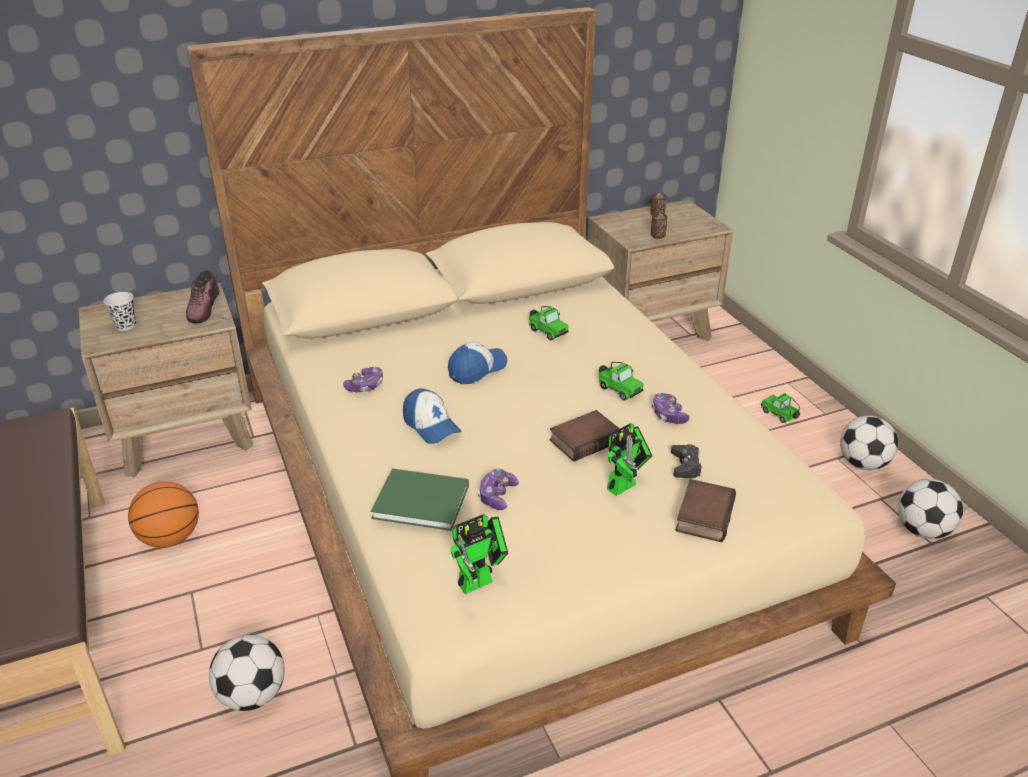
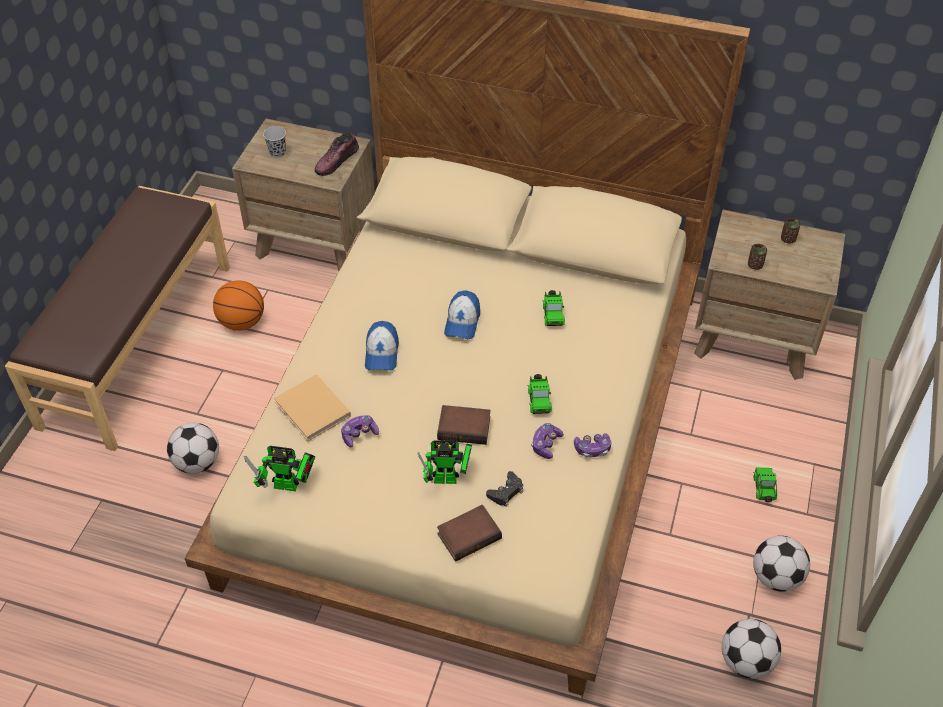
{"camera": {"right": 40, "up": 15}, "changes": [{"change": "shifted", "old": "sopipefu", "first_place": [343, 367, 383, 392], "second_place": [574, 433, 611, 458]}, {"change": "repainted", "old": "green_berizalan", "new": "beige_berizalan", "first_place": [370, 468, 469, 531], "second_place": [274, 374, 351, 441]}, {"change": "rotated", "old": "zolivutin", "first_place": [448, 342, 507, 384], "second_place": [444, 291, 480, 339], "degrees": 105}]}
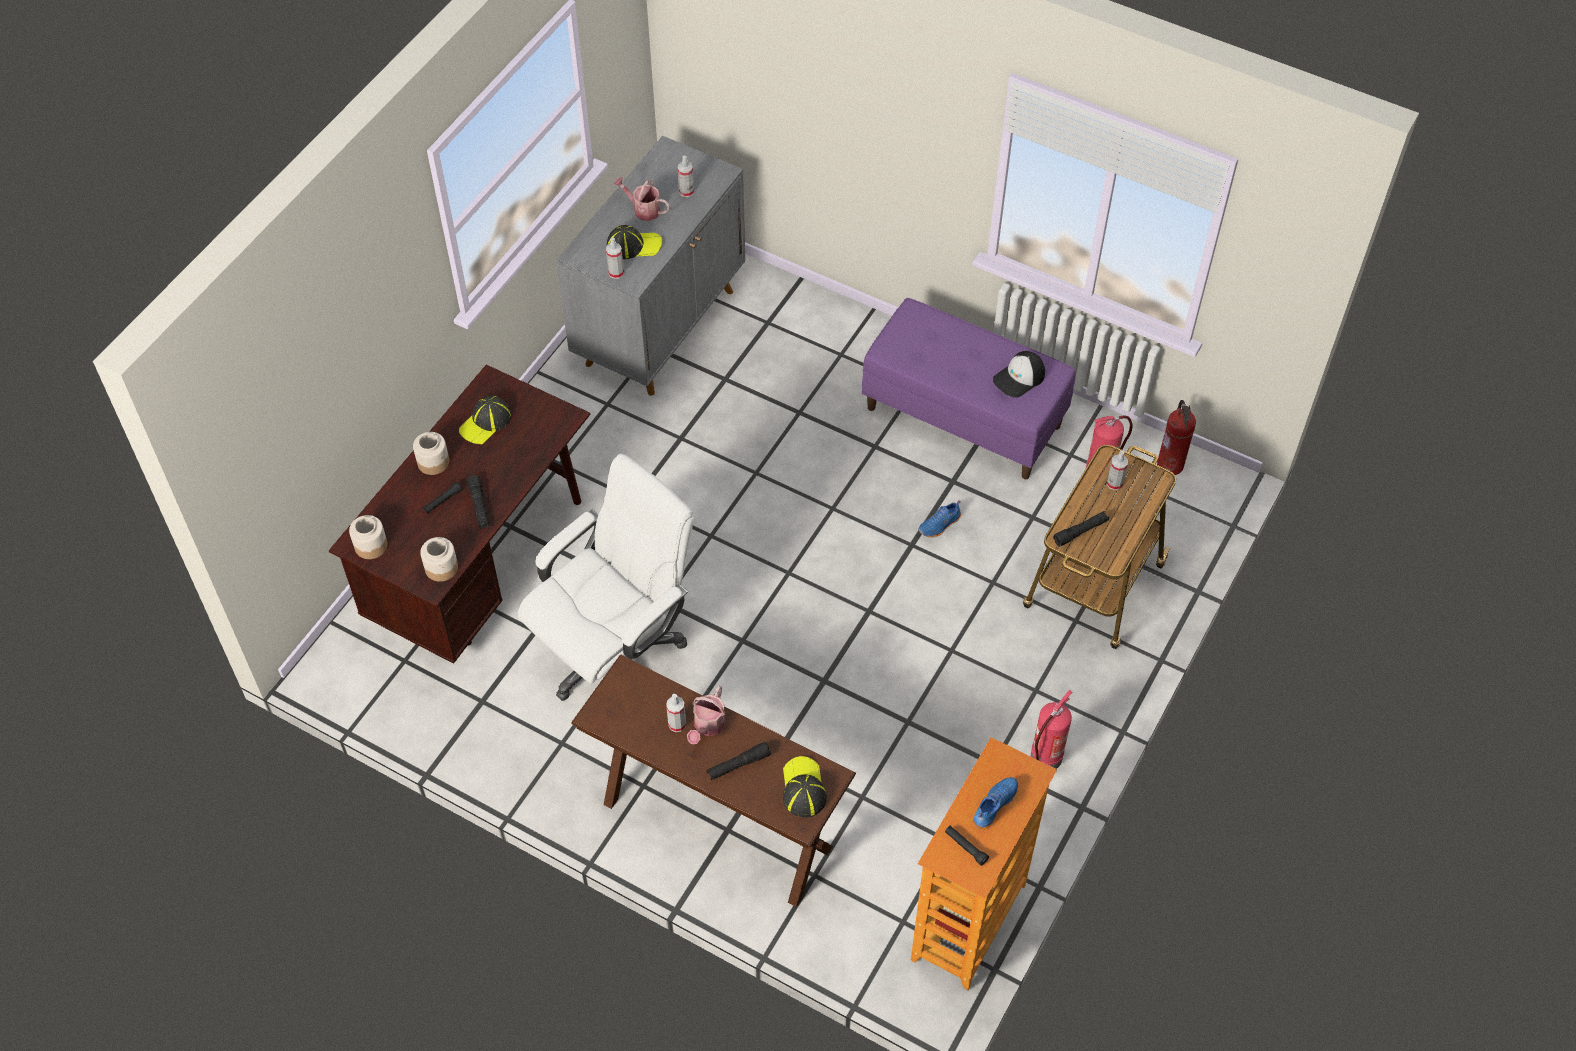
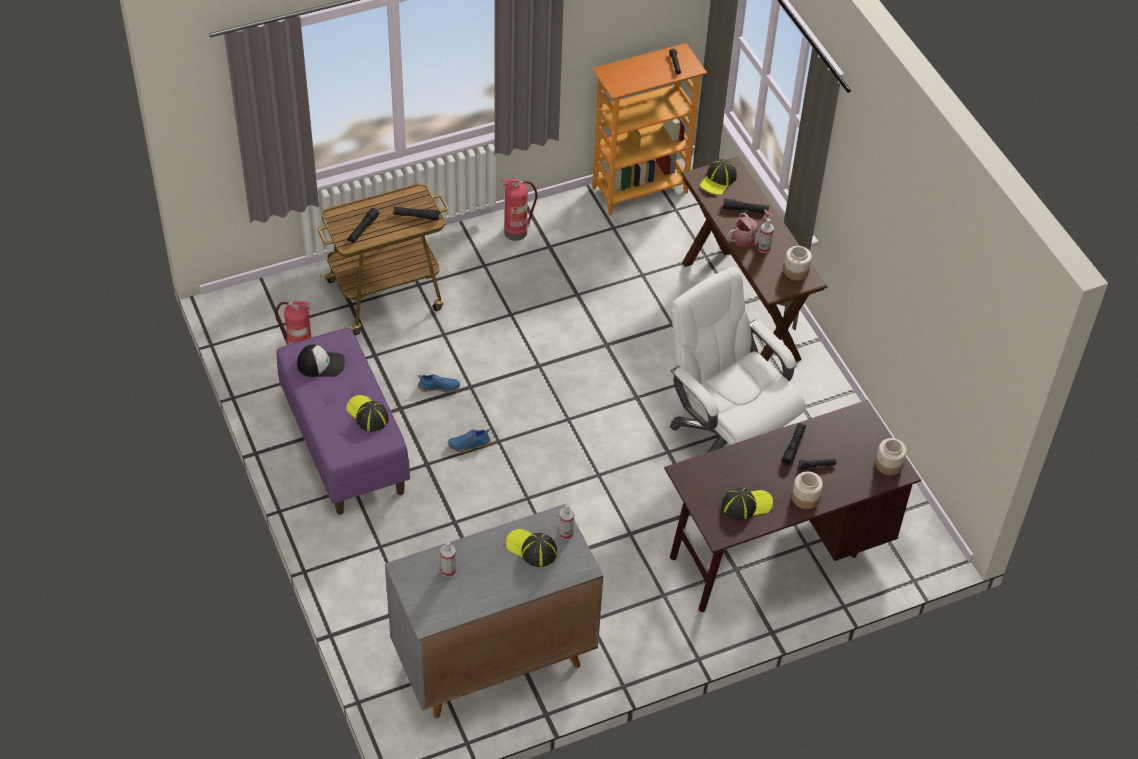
{"camera": {"right": -145, "up": -5}, "changes": [{"change": "shifted", "old": "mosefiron", "first_place": [420, 537, 458, 582], "second_place": [784, 246, 812, 280]}, {"change": "rotated", "old": "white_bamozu", "first_place": [518, 454, 694, 701], "second_place": [670, 267, 806, 453], "degrees": 60}, {"change": "gone", "old": "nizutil", "first_place": [613, 177, 670, 221]}, {"change": "shifted", "old": "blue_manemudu", "first_place": [973, 777, 1018, 830], "second_place": [448, 429, 491, 452]}, {"change": "swapped", "old": "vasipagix", "new": "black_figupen", "first_place": [1107, 451, 1128, 490], "second_place": [348, 208, 379, 243]}, {"change": "gone", "old": "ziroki", "first_place": [1157, 400, 1196, 475]}, {"change": "new", "new": "zolivutin", "second_place": [346, 395, 389, 431]}]}
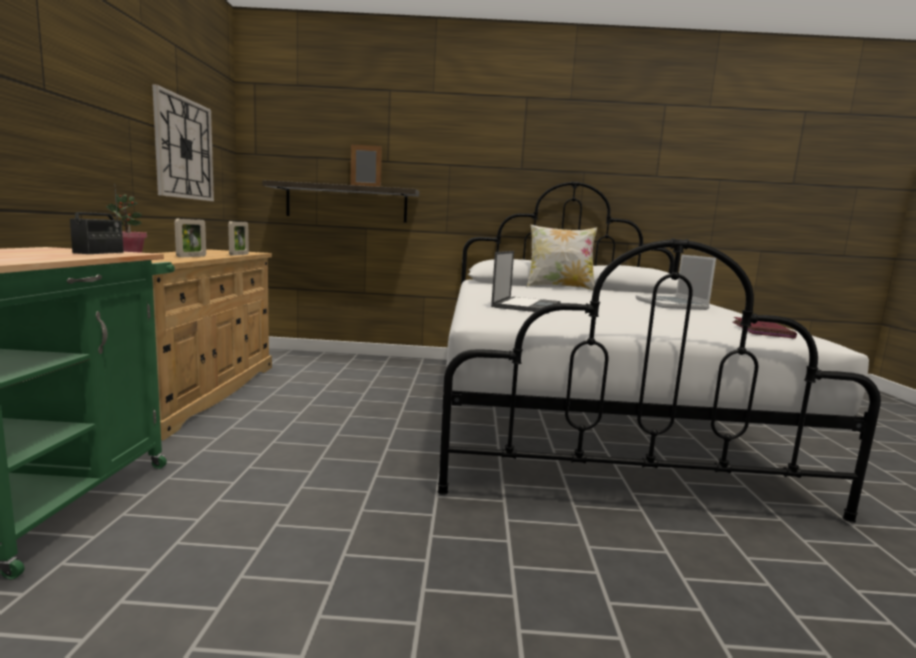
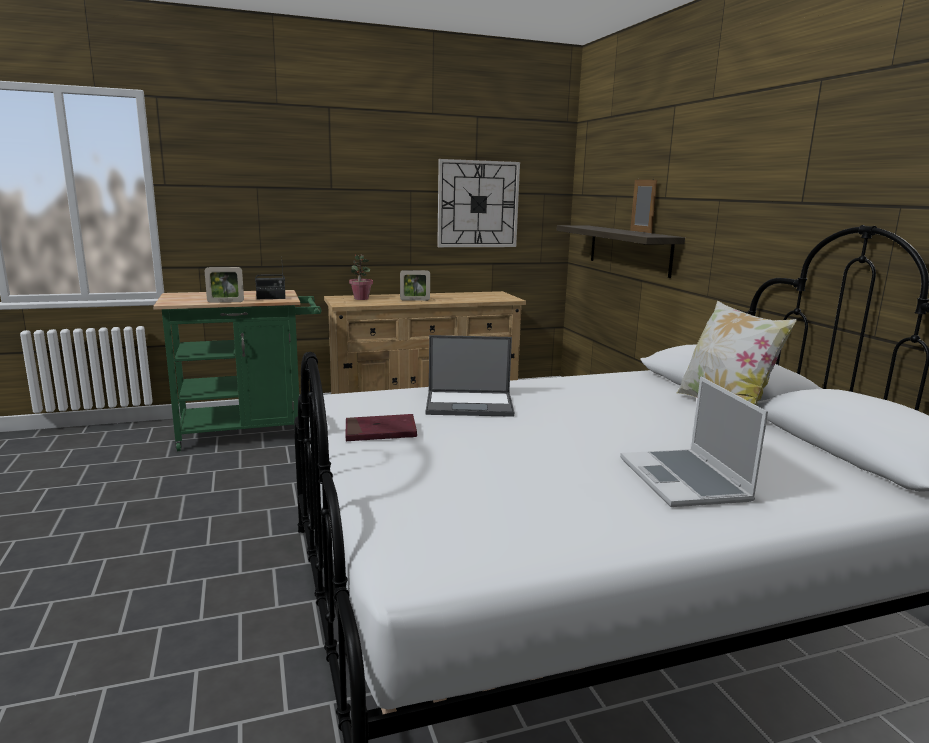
{"camera": {"right": 70, "up": 5}, "changes": [{"change": "shifted", "old": "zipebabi", "first_place": [228, 221, 249, 256], "second_place": [205, 267, 244, 303]}, {"change": "rotated", "old": "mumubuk", "first_place": [636, 254, 716, 310], "second_place": [620, 376, 768, 507], "degrees": -75}, {"change": "shifted", "old": "red_berizalan", "first_place": [733, 317, 797, 339], "second_place": [345, 414, 417, 441]}]}
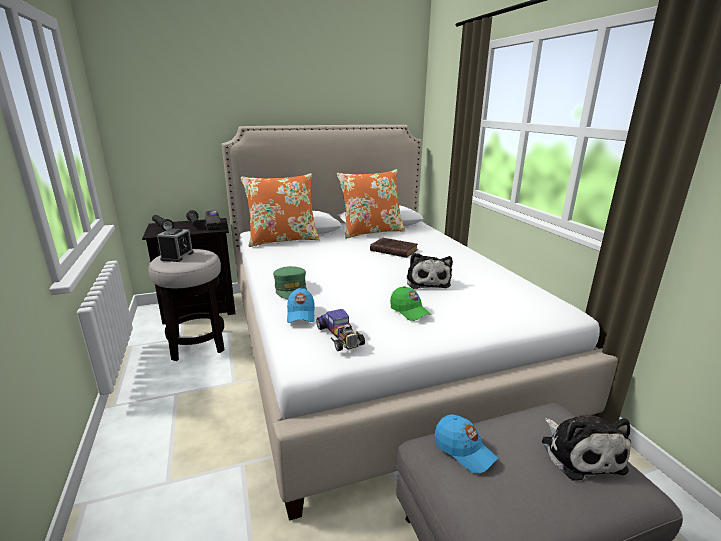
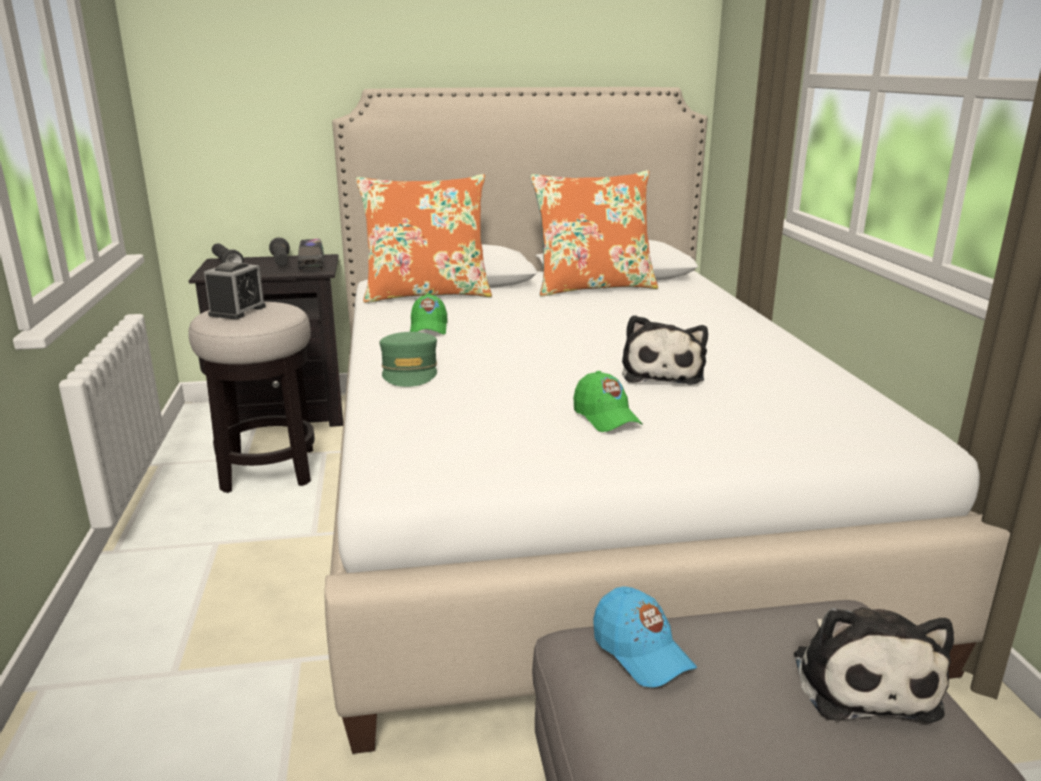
{"camera": {"right": 10, "up": 0}, "changes": [{"change": "gone", "old": "blue_zolivutin", "first_place": [287, 288, 315, 323]}, {"change": "gone", "old": "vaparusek", "first_place": [316, 309, 365, 351]}, {"change": "gone", "old": "brown_berizalan", "first_place": [370, 238, 418, 258]}, {"change": "new", "new": "green_zolivutin", "second_place": [410, 293, 448, 335]}]}
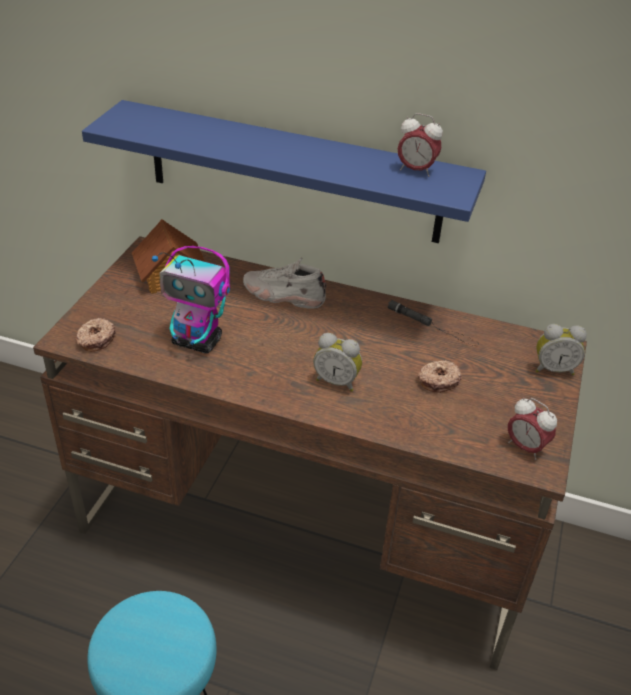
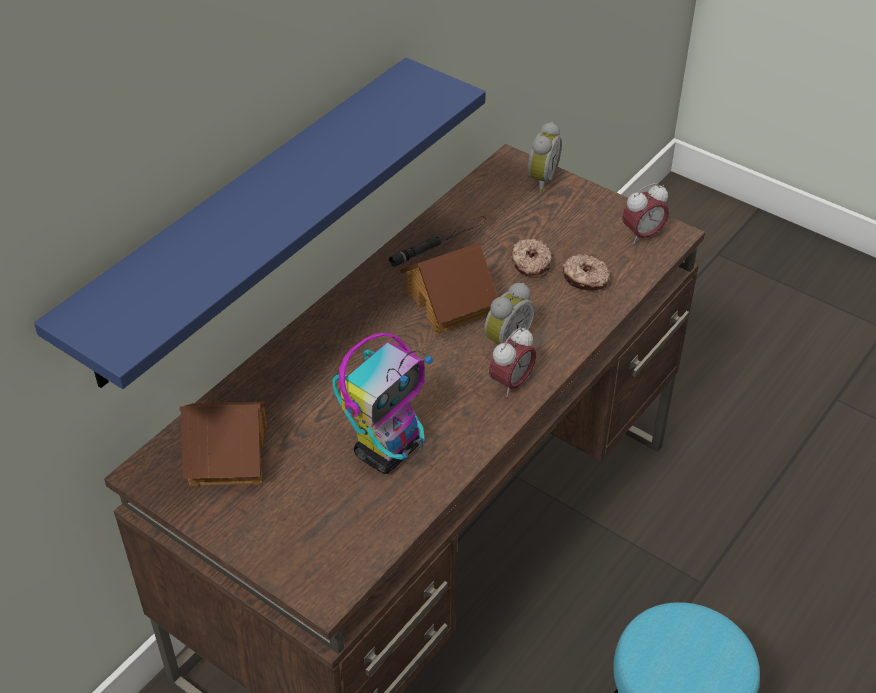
{"camera": {"right": -70, "up": 5}, "changes": [{"change": "shifted", "old": "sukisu", "first_place": [75, 318, 116, 352], "second_place": [561, 254, 611, 291]}, {"change": "gone", "old": "white_manemudu", "first_place": [243, 258, 326, 309]}, {"change": "shifted", "old": "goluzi", "first_place": [398, 113, 443, 177], "second_place": [489, 327, 536, 397]}, {"change": "new", "new": "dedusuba", "second_place": [400, 242, 498, 335]}]}
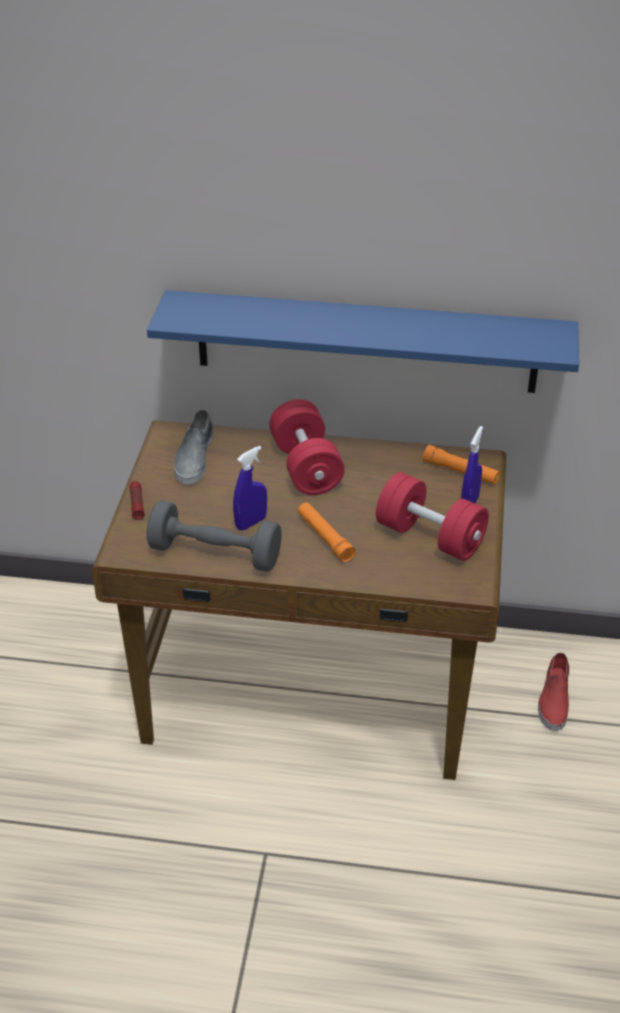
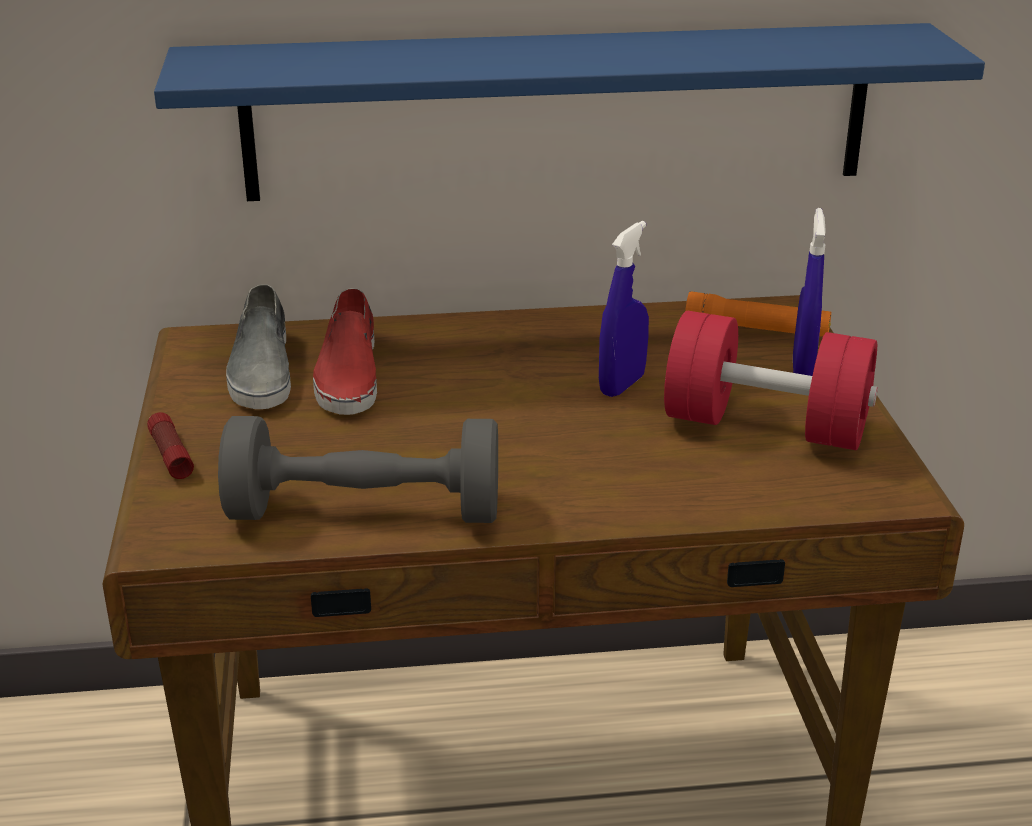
{"camera": {"right": -15, "up": -10}, "changes": [{"change": "shifted", "old": "blue_vasipagix", "first_place": [233, 446, 267, 530], "second_place": [599, 221, 649, 397]}, {"change": "gone", "old": "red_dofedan", "first_place": [269, 399, 345, 495]}, {"change": "gone", "old": "orange_figupen", "first_place": [298, 503, 356, 562]}, {"change": "shifted", "old": "red_manemudu", "first_place": [538, 652, 569, 731], "second_place": [313, 288, 377, 415]}]}
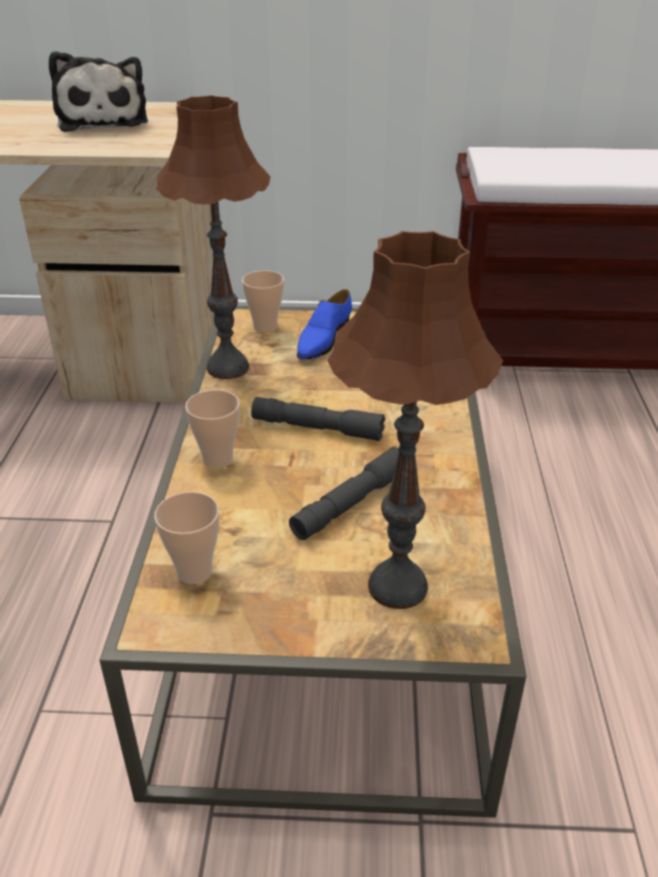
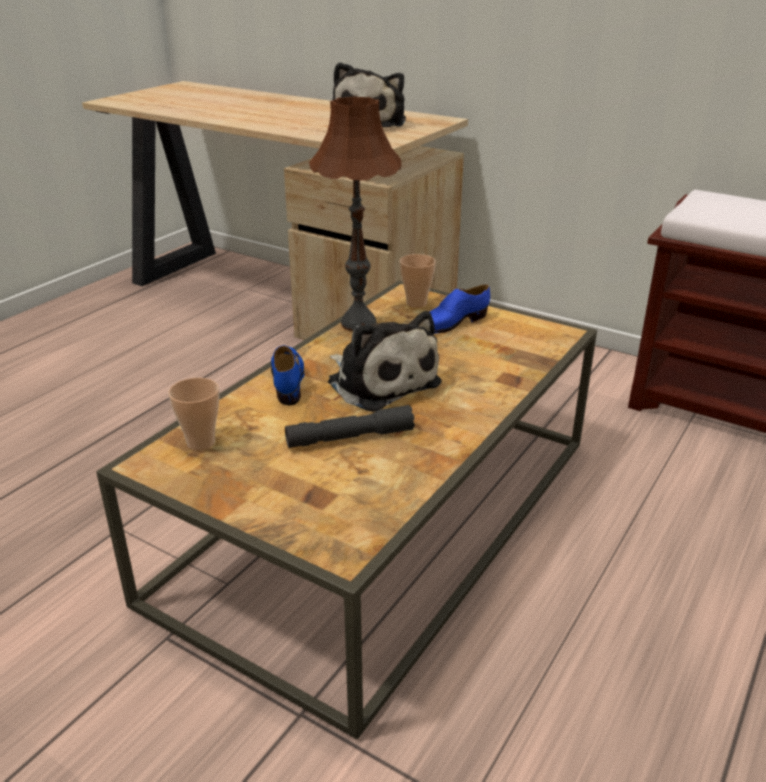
{"camera": {"right": 30, "up": -5}, "changes": [{"change": "swapped", "old": "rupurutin", "new": "blue_manemudu", "first_place": [185, 390, 240, 469], "second_place": [271, 346, 305, 405]}, {"change": "swapped", "old": "grey_figupen", "new": "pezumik", "first_place": [251, 397, 385, 441], "second_place": [328, 311, 442, 412]}, {"change": "gone", "old": "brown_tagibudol", "first_place": [327, 231, 503, 609]}]}
